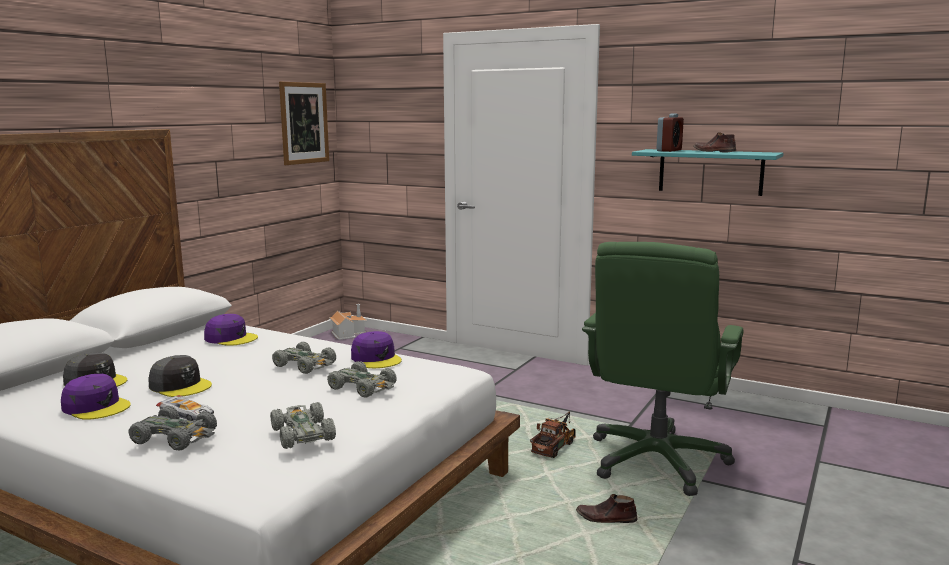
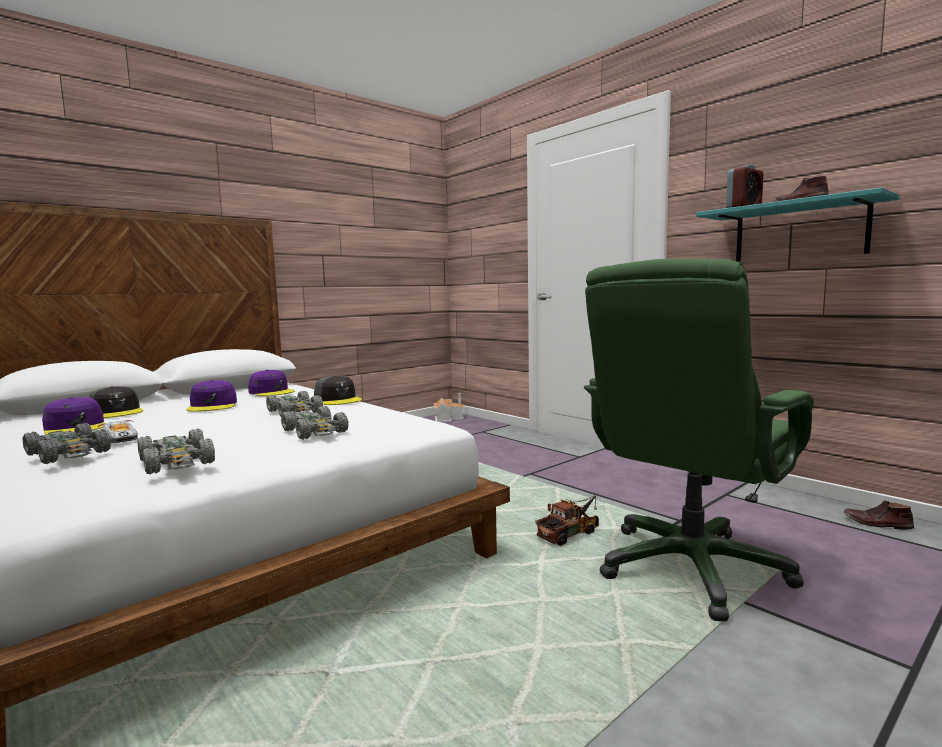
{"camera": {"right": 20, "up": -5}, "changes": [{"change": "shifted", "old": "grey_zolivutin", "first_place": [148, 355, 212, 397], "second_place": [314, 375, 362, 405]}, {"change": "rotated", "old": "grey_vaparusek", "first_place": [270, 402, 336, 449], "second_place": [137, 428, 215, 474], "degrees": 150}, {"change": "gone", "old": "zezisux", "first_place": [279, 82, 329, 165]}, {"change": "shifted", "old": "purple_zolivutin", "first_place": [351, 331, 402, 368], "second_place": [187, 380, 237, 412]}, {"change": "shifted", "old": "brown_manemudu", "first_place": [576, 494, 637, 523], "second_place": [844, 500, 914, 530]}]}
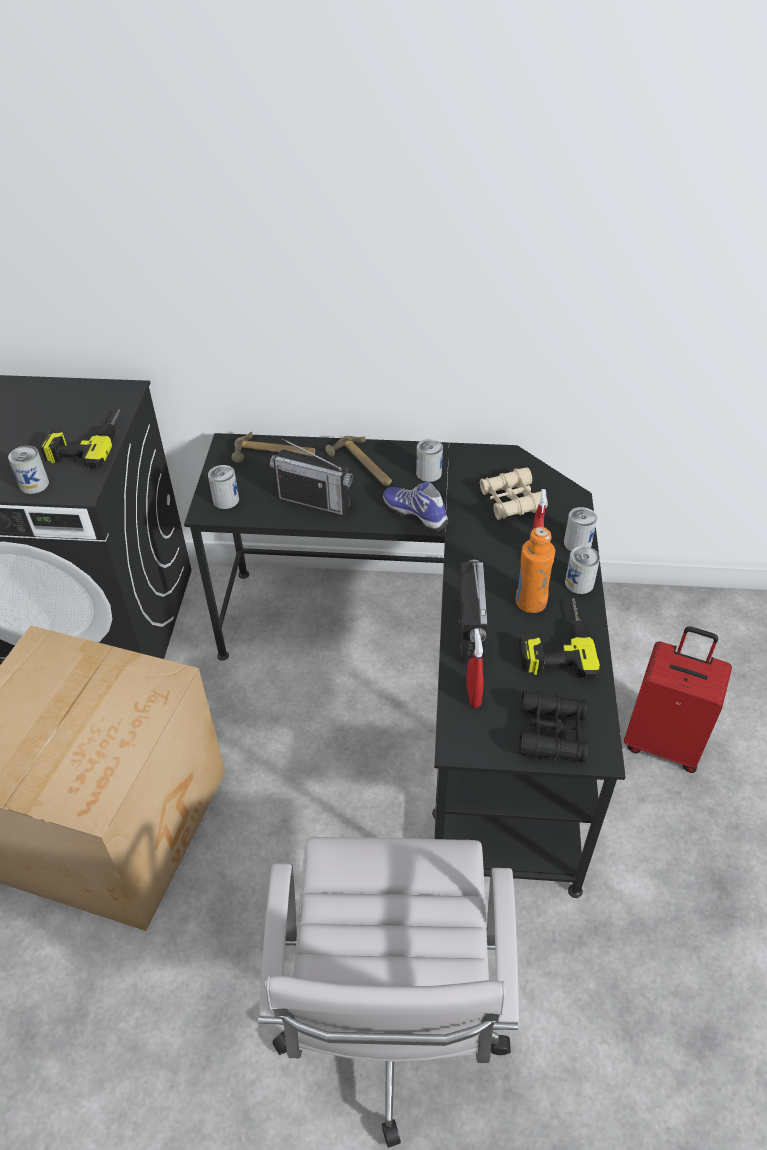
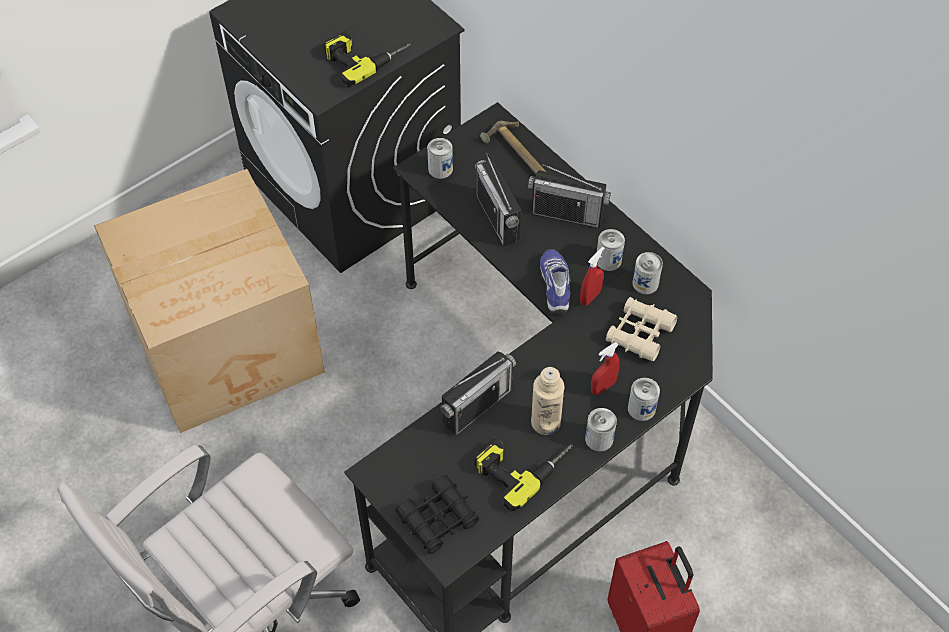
{"camera": {"right": 45, "up": 10}, "changes": [{"change": "shifted", "old": "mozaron", "first_place": [8, 446, 49, 494], "second_place": [632, 252, 663, 294]}, {"change": "swapped", "old": "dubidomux", "new": "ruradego", "first_place": [325, 436, 392, 486], "second_place": [528, 164, 611, 228]}, {"change": "shifted", "old": "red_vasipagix", "first_place": [466, 629, 483, 708], "second_place": [580, 247, 604, 306]}, {"change": "repainted", "old": "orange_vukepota", "new": "beige_vukepota", "first_place": [516, 527, 555, 613], "second_place": [531, 367, 565, 435]}]}
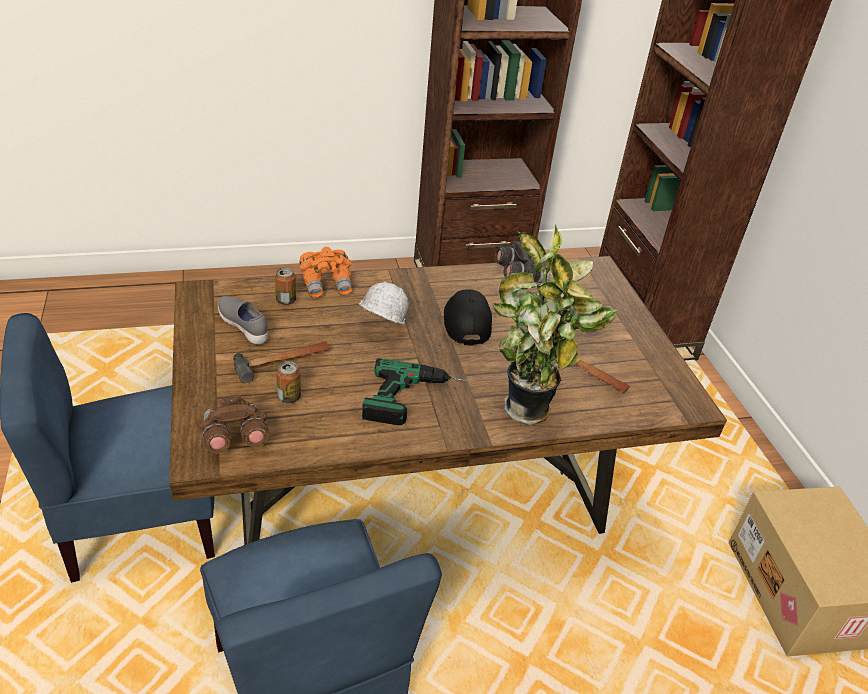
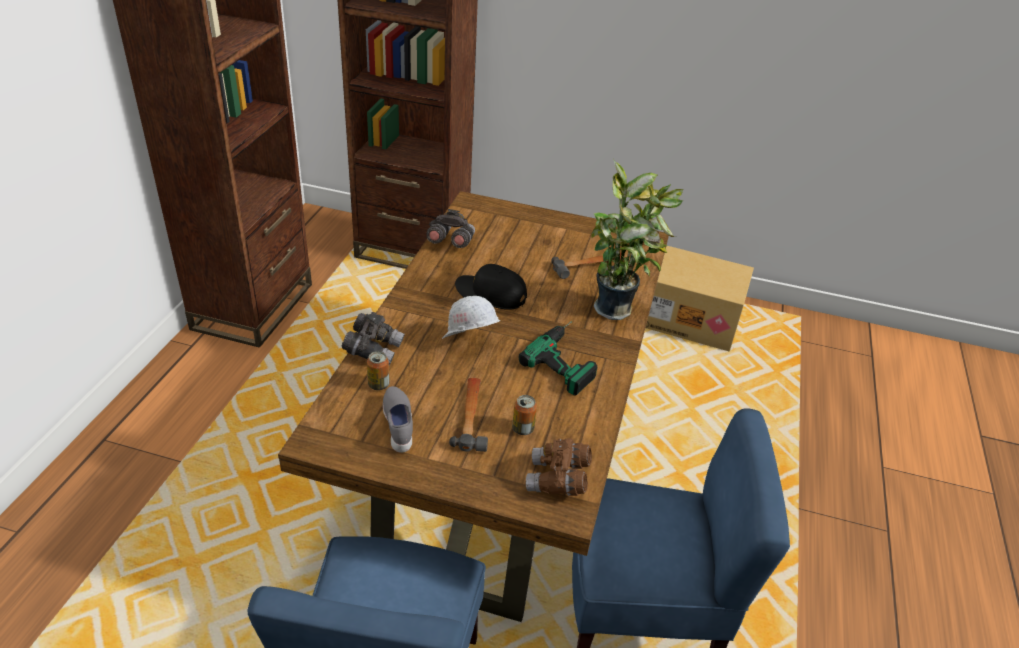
{"camera": {"right": -60, "up": 0}, "changes": [{"change": "rotated", "old": "grey_manemudu", "first_place": [218, 296, 268, 344], "second_place": [383, 386, 413, 453], "degrees": 90}, {"change": "repainted", "old": "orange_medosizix", "new": "grey_medosizix", "first_place": [299, 247, 352, 298], "second_place": [341, 312, 405, 365]}]}
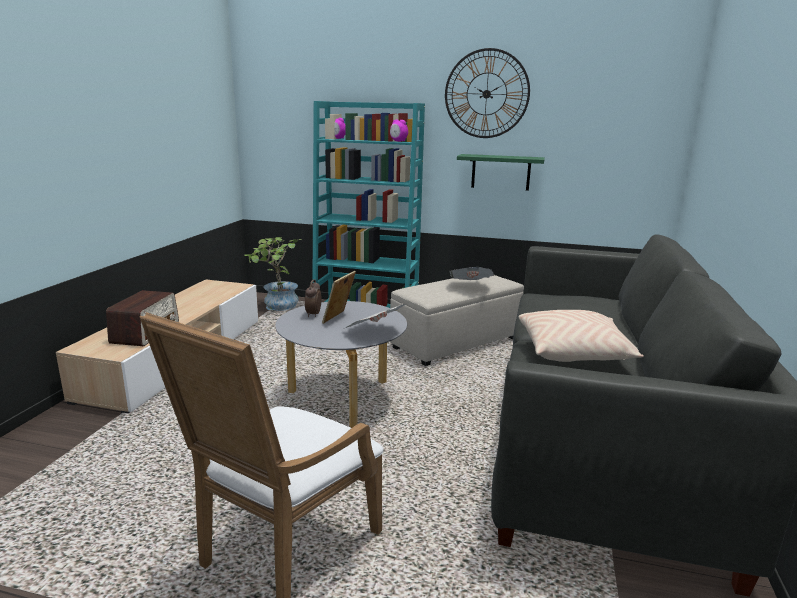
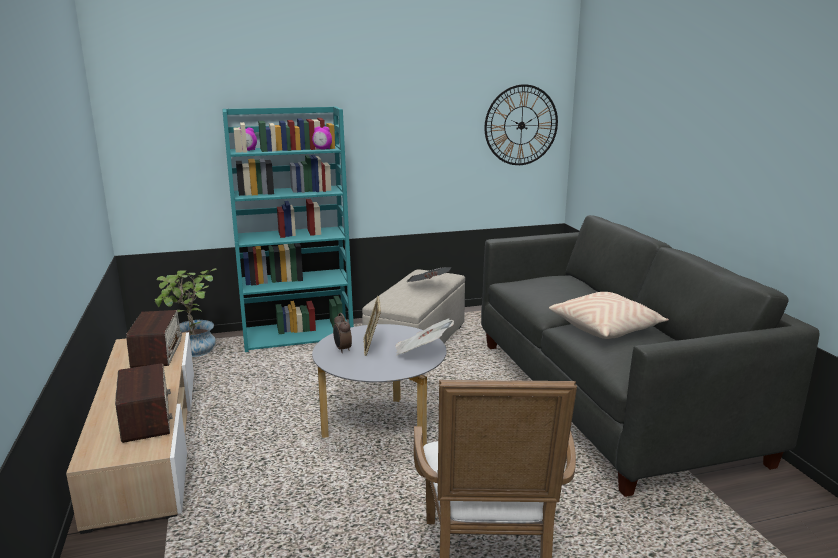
{"camera": {"right": -30, "up": 0}, "changes": [{"change": "shifted", "old": "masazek", "first_place": [445, 48, 530, 138], "second_place": [485, 84, 558, 165]}, {"change": "gone", "old": "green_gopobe", "first_place": [457, 154, 545, 191]}, {"change": "new", "new": "ruradego", "second_place": [126, 310, 182, 368]}]}
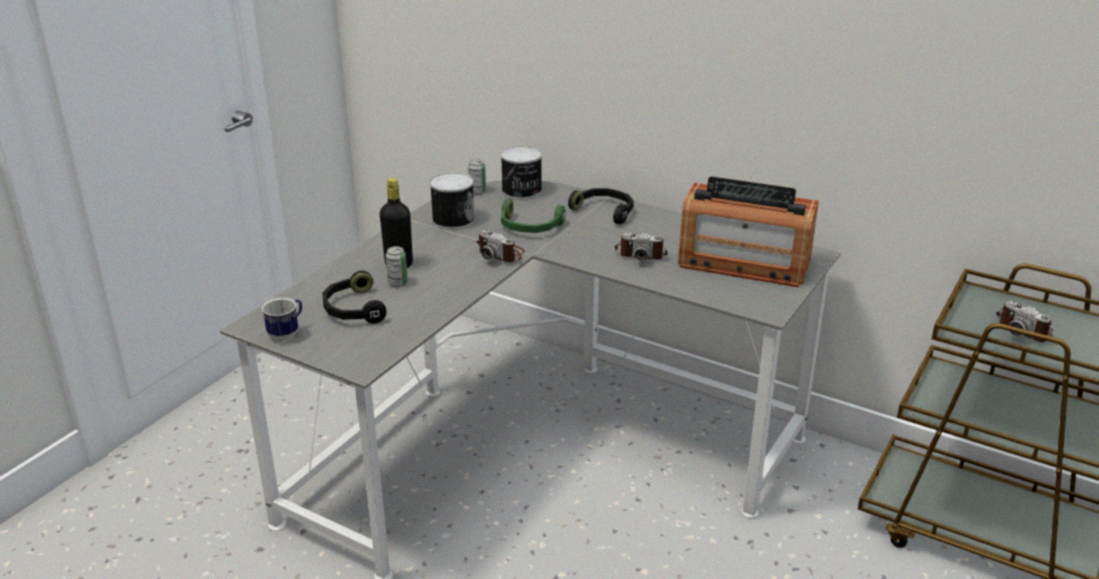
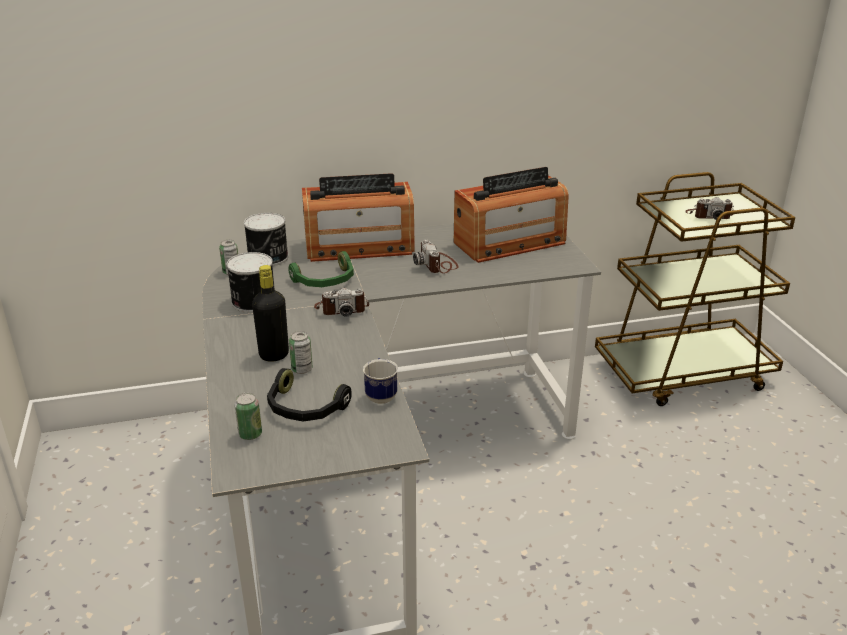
{"camera": {"right": -45, "up": 0}, "changes": [{"change": "shifted", "old": "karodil", "first_place": [262, 298, 302, 341], "second_place": [363, 358, 398, 404]}, {"change": "swapped", "old": "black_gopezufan", "new": "ruradego", "first_place": [568, 188, 634, 224], "second_place": [302, 173, 415, 262]}, {"change": "rotated", "old": "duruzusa", "first_place": [614, 232, 668, 261], "second_place": [413, 240, 459, 274], "degrees": 105}, {"change": "new", "new": "mozaron", "second_place": [234, 393, 262, 440]}]}
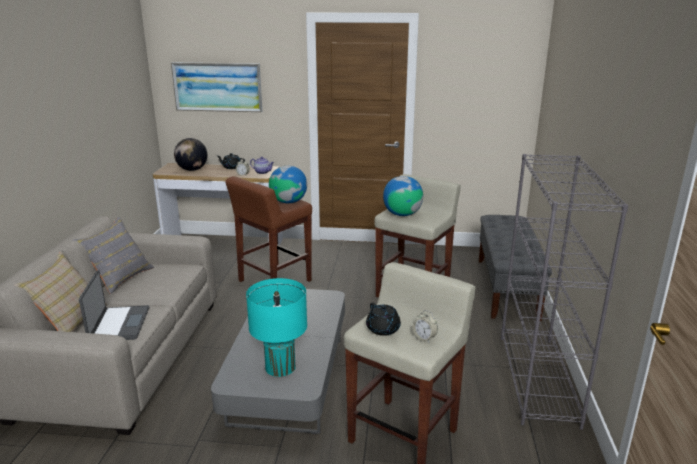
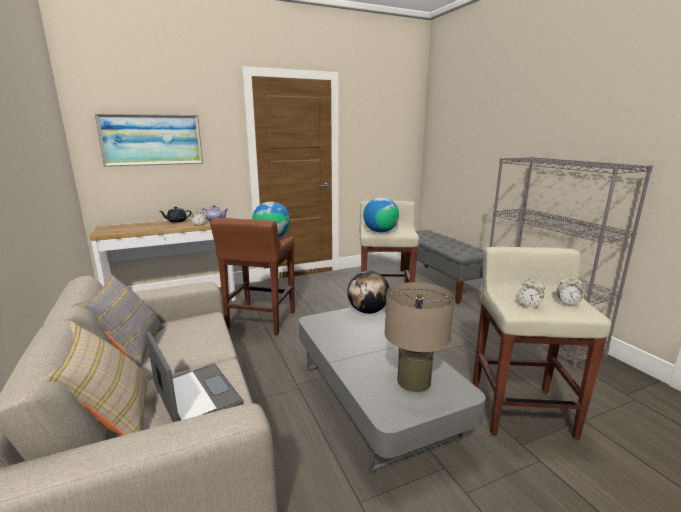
{"camera": {"right": -30, "up": -5}, "changes": [{"change": "shifted", "old": "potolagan", "first_place": [174, 138, 207, 171], "second_place": [347, 271, 390, 314]}, {"change": "repainted", "old": "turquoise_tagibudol", "new": "beige_tagibudol", "first_place": [246, 278, 307, 377], "second_place": [385, 282, 455, 392]}, {"change": "swapped", "old": "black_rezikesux", "new": "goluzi", "first_place": [366, 303, 401, 336], "second_place": [518, 277, 545, 309]}]}
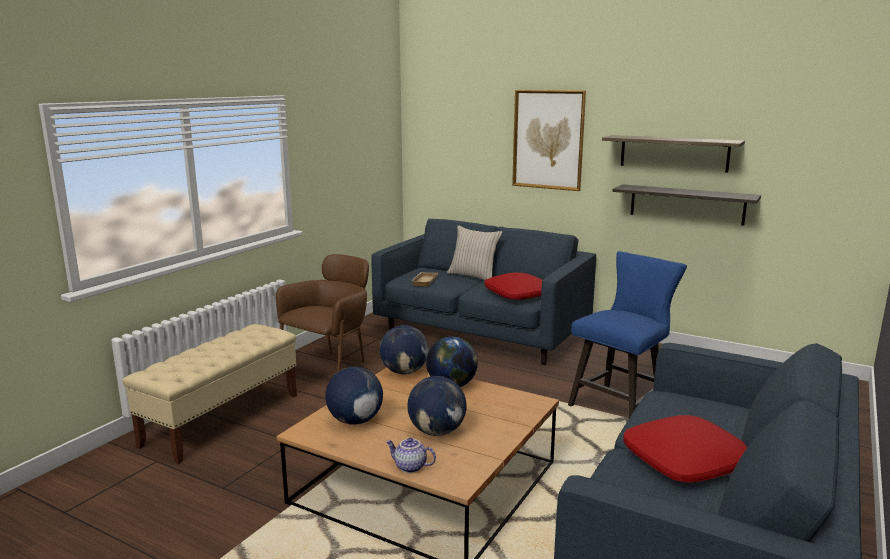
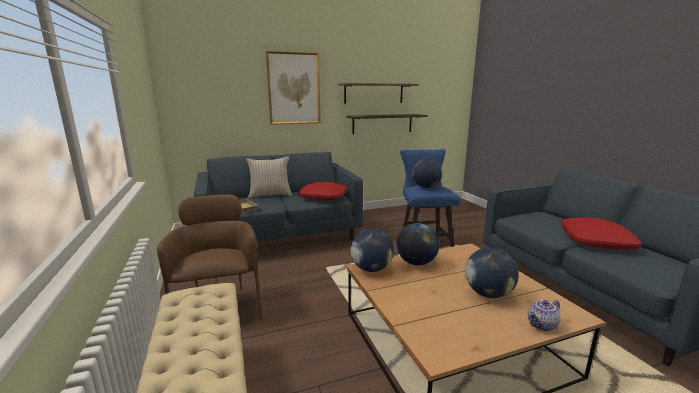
{"camera": {"right": -50, "up": 0}, "changes": [{"change": "shifted", "old": "potolagan", "first_place": [325, 367, 383, 425], "second_place": [412, 158, 443, 188]}]}
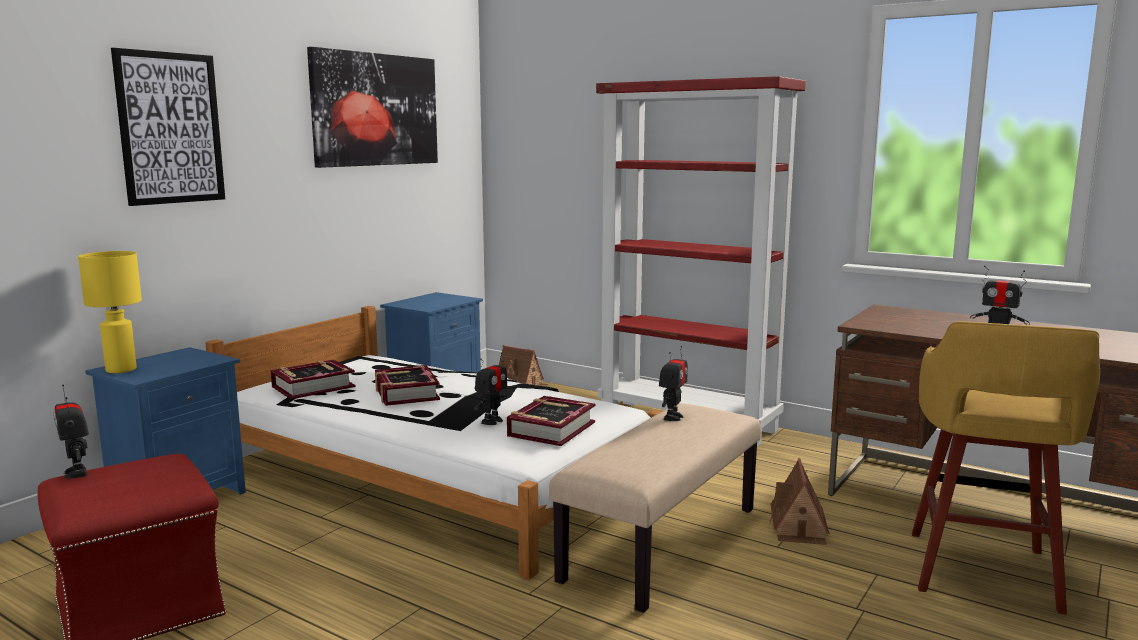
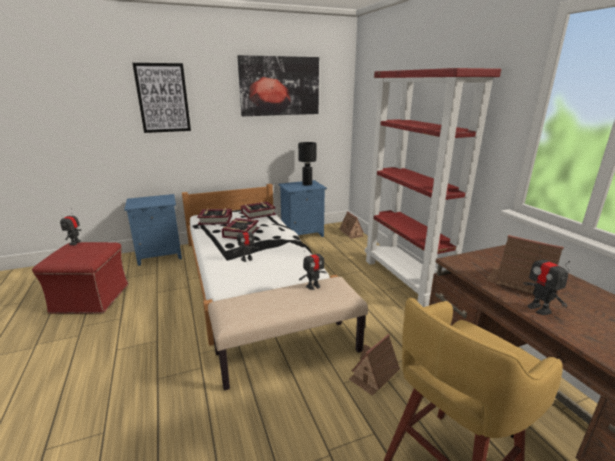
{"camera": {"right": 35, "up": 10}, "changes": [{"change": "gone", "old": "yellow_tagibudol", "first_place": [78, 251, 142, 373]}, {"change": "shifted", "old": "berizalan", "first_place": [507, 396, 595, 446], "second_place": [241, 202, 276, 219]}, {"change": "new", "new": "black_tagibudol", "second_place": [298, 142, 317, 186]}, {"change": "new", "new": "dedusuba", "second_place": [486, 235, 564, 294]}]}
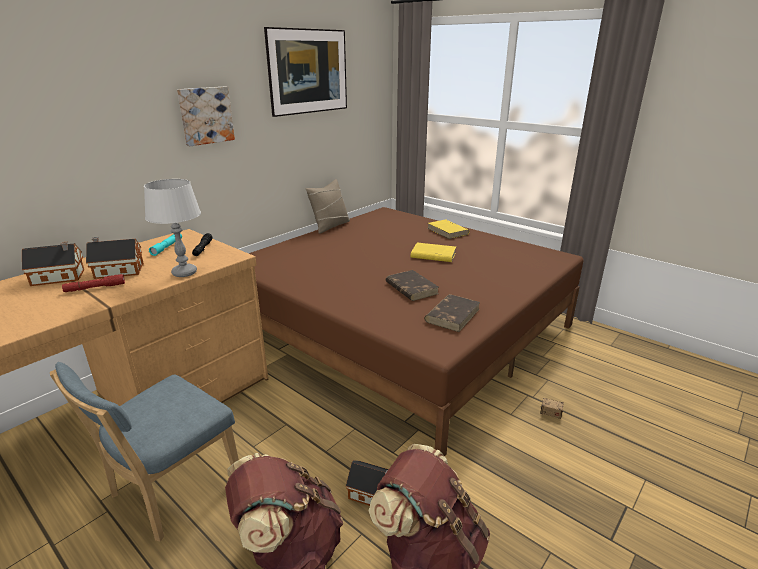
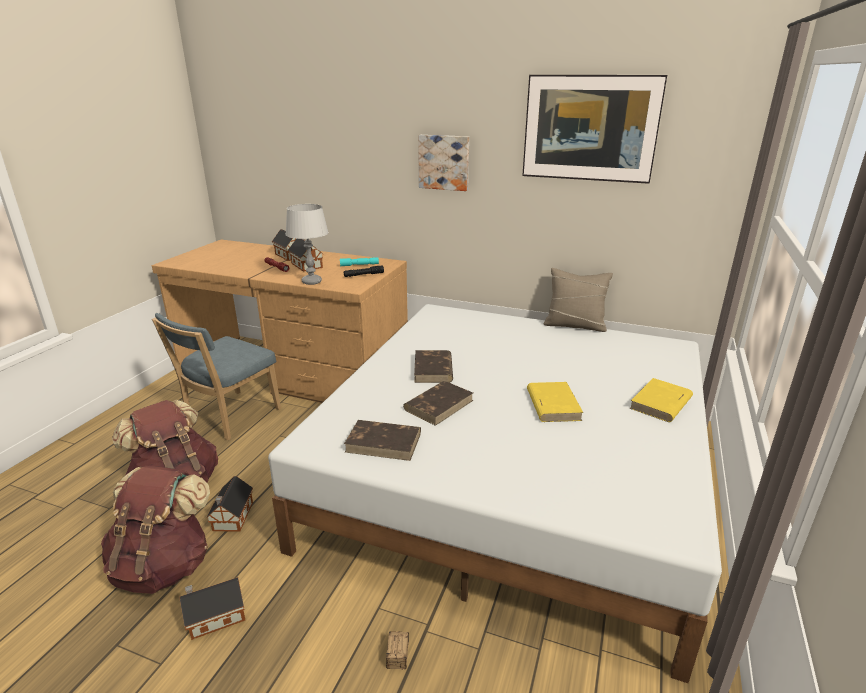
{"camera": {"right": 70, "up": 0}, "changes": [{"change": "rotated", "old": "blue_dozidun", "first_place": [50, 362, 239, 542], "second_place": [152, 313, 281, 440], "degrees": -75}, {"change": "repainted", "old": "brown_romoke", "new": "white_romoke", "first_place": [249, 207, 584, 456], "second_place": [268, 304, 722, 683]}, {"change": "new", "new": "dedusuba", "second_place": [179, 577, 245, 640]}, {"change": "new", "new": "brown_berizalan", "second_place": [414, 350, 453, 383]}]}
